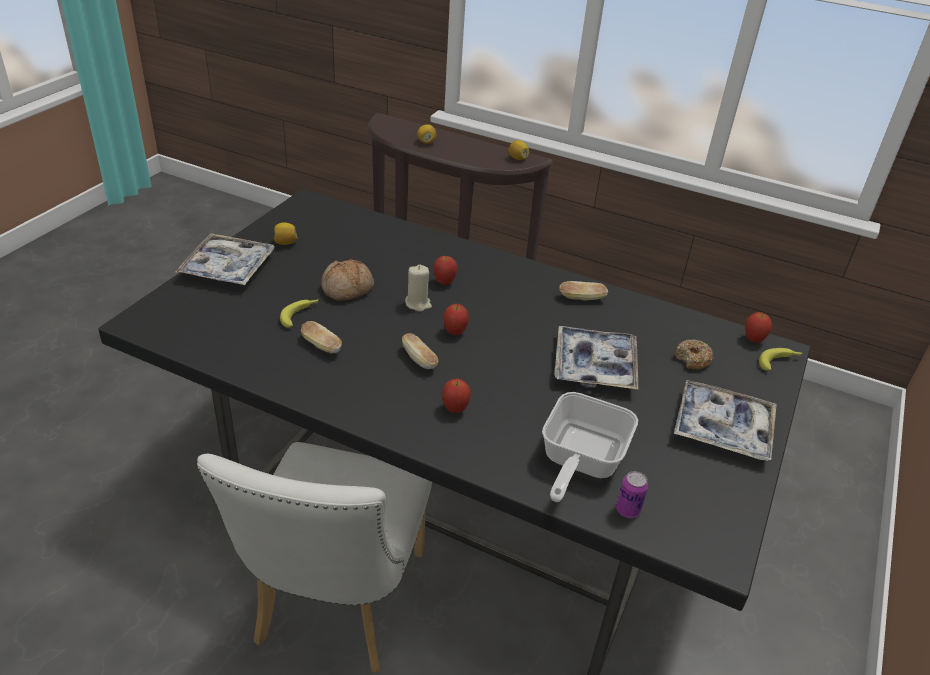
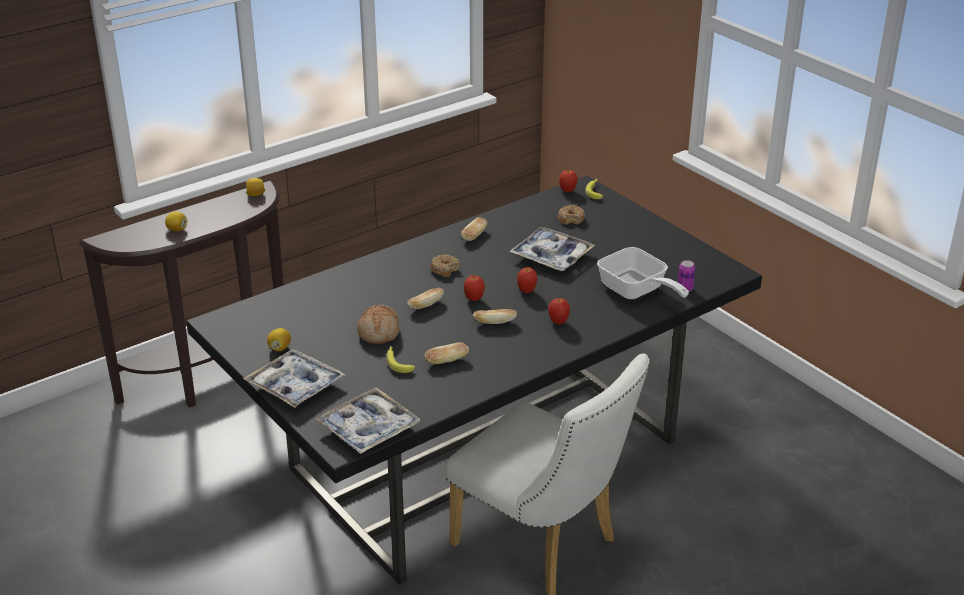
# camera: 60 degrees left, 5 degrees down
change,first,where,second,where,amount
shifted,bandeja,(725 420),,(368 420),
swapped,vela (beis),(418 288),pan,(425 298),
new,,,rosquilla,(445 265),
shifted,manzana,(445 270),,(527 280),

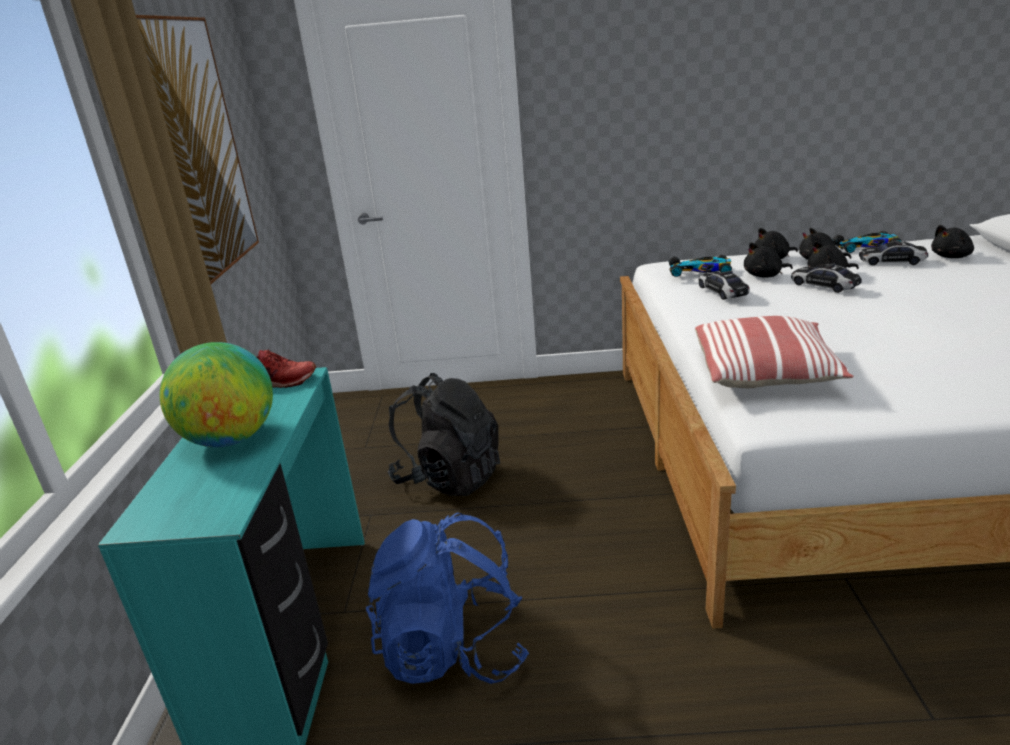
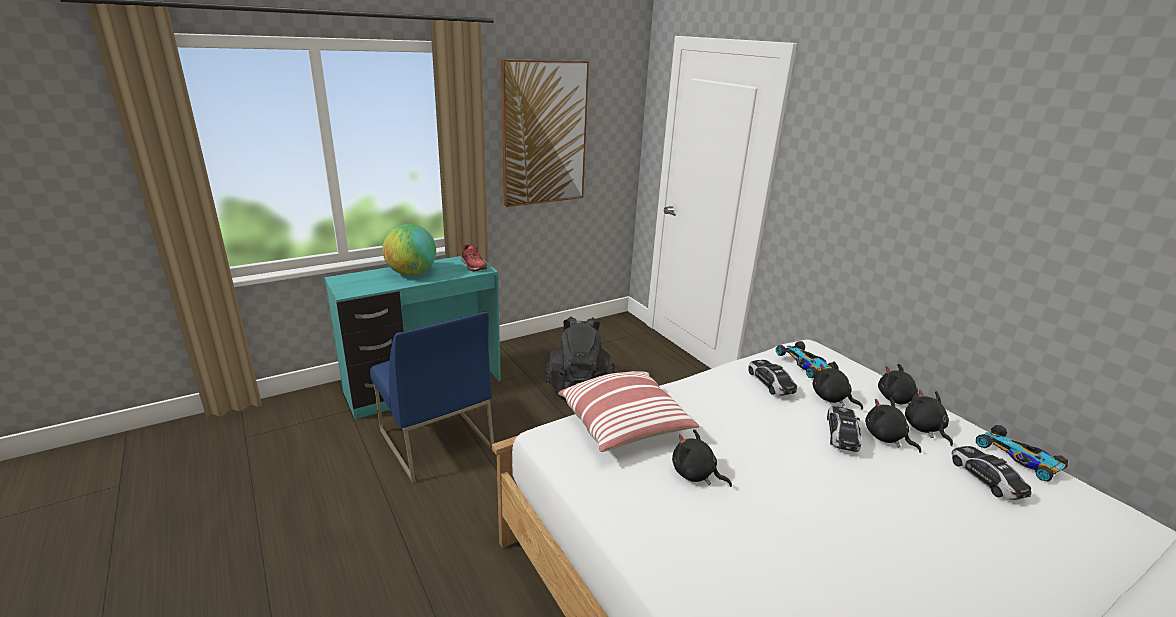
# camera: 55 degrees right, 0 degrees up
change,first,where,second,where,amount
swapped,mochila (azul),(447 598),silla (azul),(432 397),
shifted,peluche (negro),(952 241),,(702 458),
rotated,coche de juguete,(724 285),,(772 378),60 degrees counterclockwise

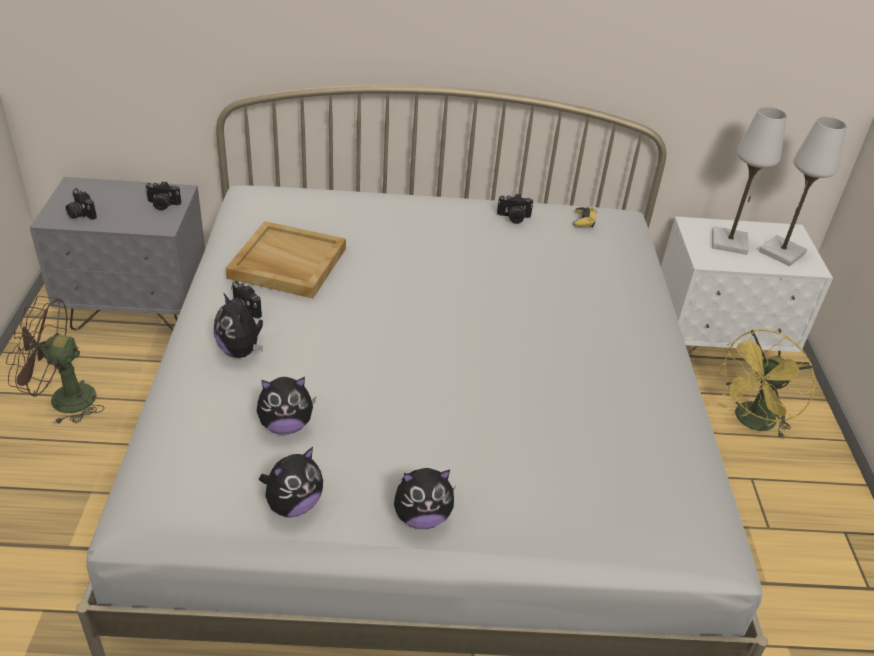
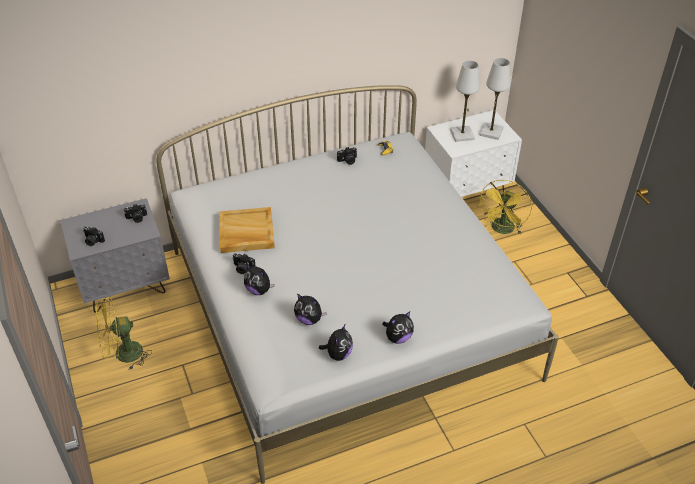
# camera: 20 degrees left, 5 degrees up
change,first,where,second,where,amount
repainted,ventilador (marrón),(55 360),ventilador (amarillo),(124 334),
rotated,peluche,(286 406),,(310 309),60 degrees clockwise

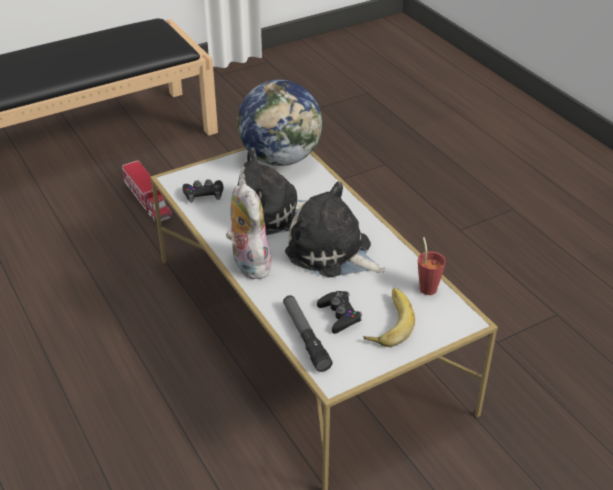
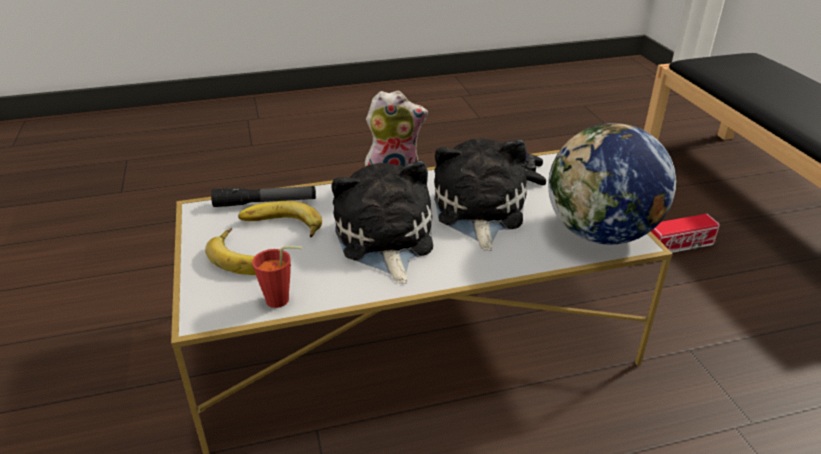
# camera: 105 degrees right, 5 degrees down
change,first,where,second,where,amount
swapped,mando de consola (negro),(339 312),plátano,(280 219),
rotated,peluche,(335 230),,(382 222),60 degrees counterclockwise

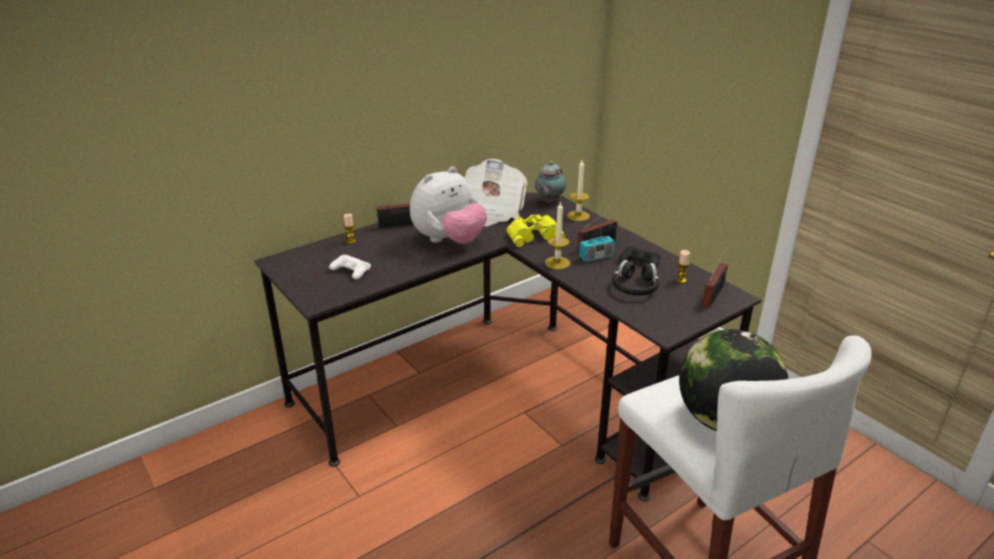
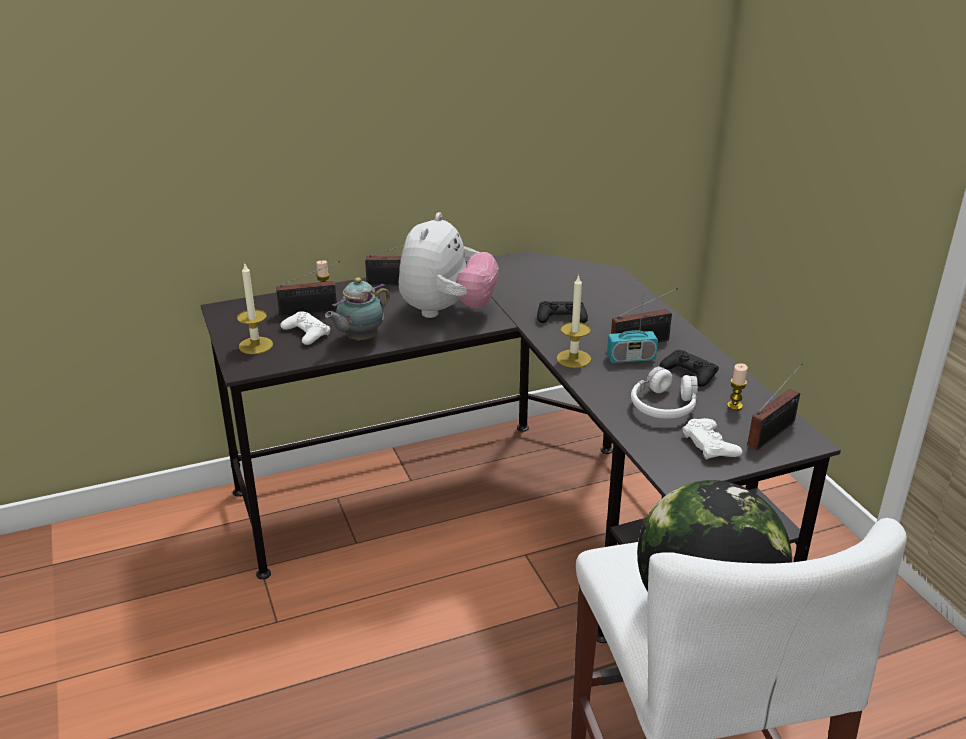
# camera: 15 degrees right, 0 degrees up
change,first,where,second,where,amount
shifted,vela,(578 190),,(255 308),
new,,,radio,(308 289),
shifted,tetera,(550 182),,(357 309),
rotated,peluche,(448 205),,(449 265),45 degrees counterclockwise
swapped,prismáticos (amarillo),(536 231),mando de consola (negro),(562 312),
repainted,auriculares (negro),(635 278),auriculares (blanco),(664 392),
new,,,mando de consola (blanco),(712 439),
gone,periódico,(496 192),,,

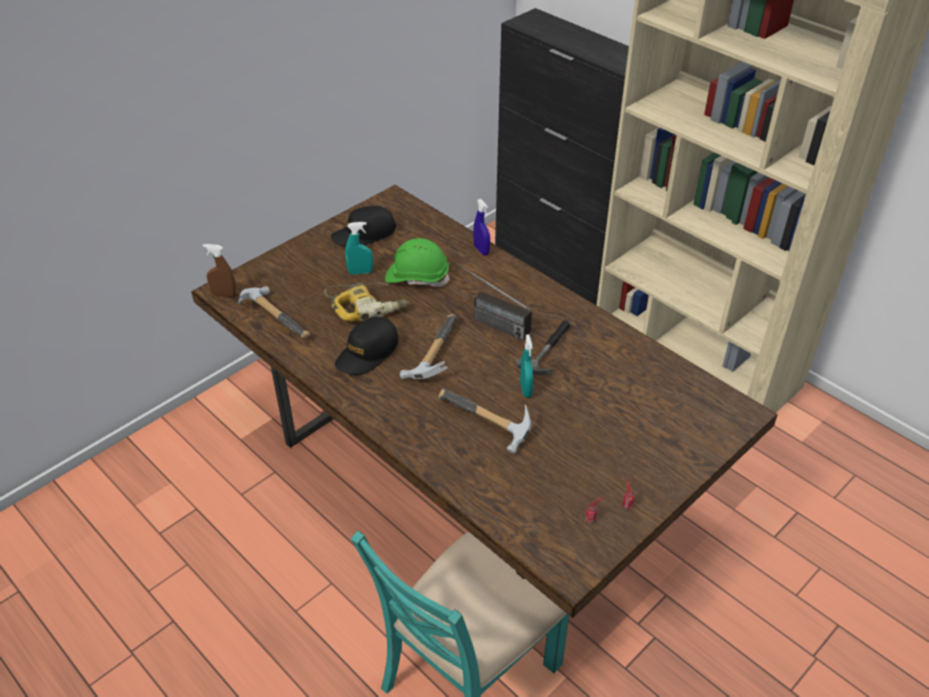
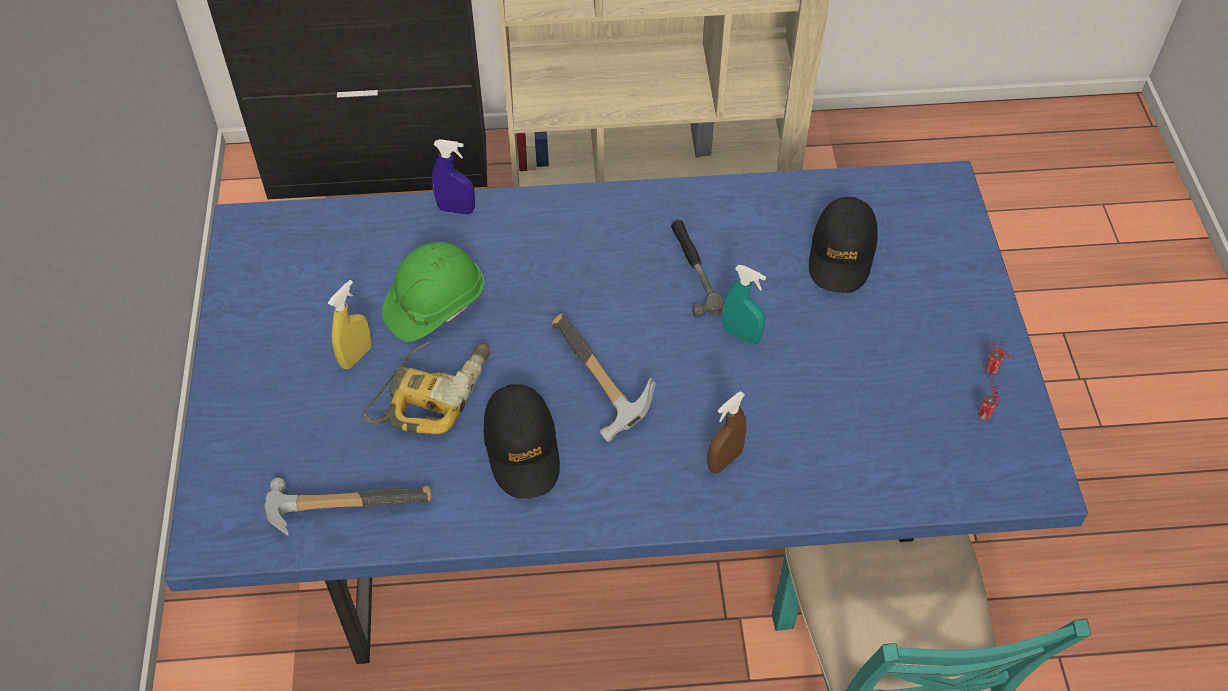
# camera: 50 degrees left, 10 degrees up
change,first,where,second,where,amount
repainted,mesa de comedor (marrón),(484 401),mesa de comedor (azul),(626 412),
repainted,pulverizador (turquesa),(359 248),pulverizador (amarillo),(349 324),
shifted,pulverizador (marrón),(219 270),,(727 432),
shifted,gorra (negro),(363 226),,(843 245),
gone,martillo,(485 421),,,
gone,radio,(493 301),,,

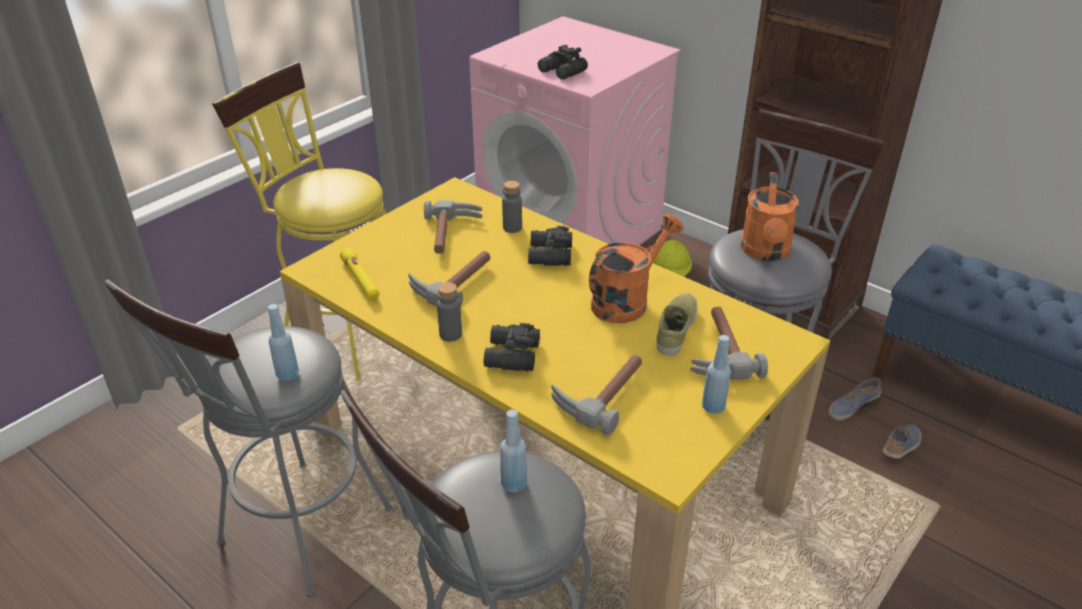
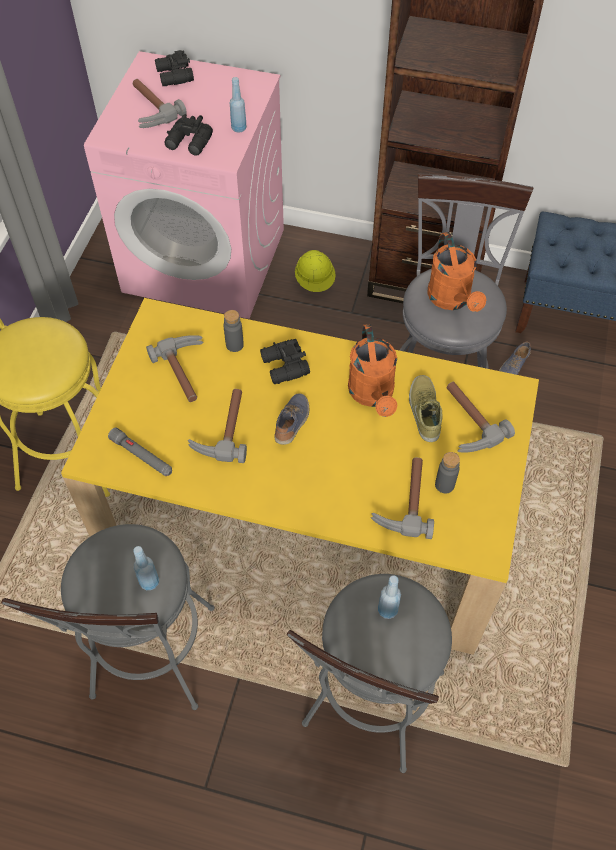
# camera: 25 degrees left, 20 degrees up
change,first,where,second,where,amount
repainted,linterna (amarillo),(359 274),linterna (gris),(140 451),
new,,,martillo,(160 103),
shifted,prismáticos (negro),(512 347),,(174 68),
shifted,botella (azul),(716 374),,(238 105),
shifted,zapato,(902 441),,(291 419),
rotated,regadera (naranja),(636 268),,(372 370),150 degrees clockwise
shifted,botella (gris),(449 312),,(447 472),

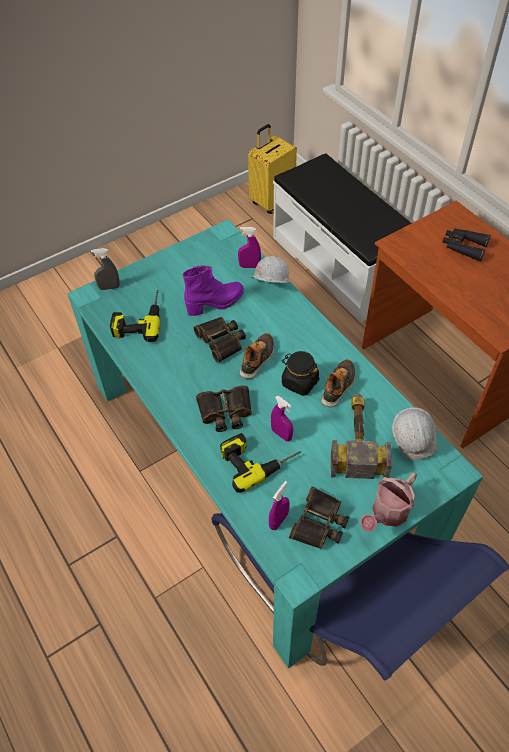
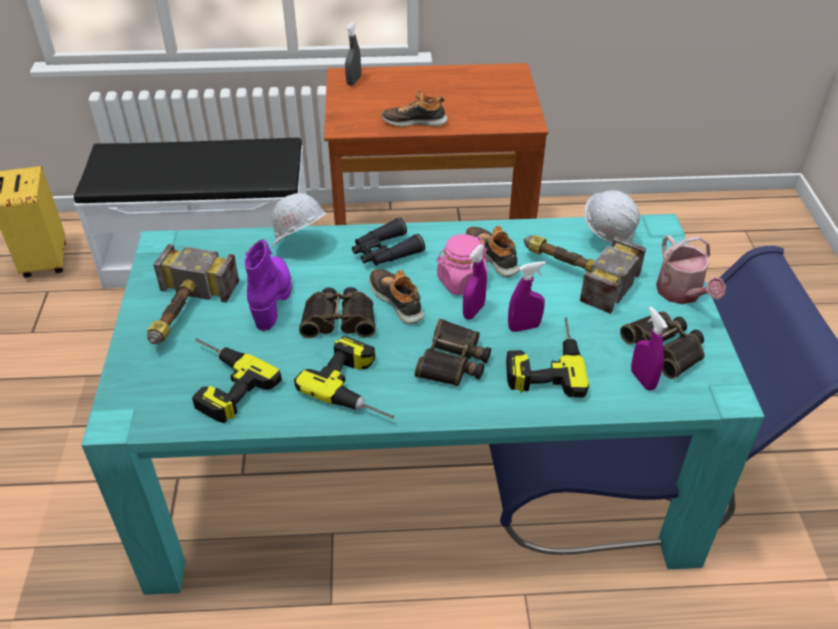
# camera: 60 degrees left, 10 degrees down
change,first,where,second,where,amount
new,,,martillo,(193 294),
new,,,taladro,(344 377),
shifted,pulverizador (gris),(105 269),,(353 54),
shifted,prismáticos (negro),(466 245),,(388 241),
new,,,zapato,(414 108),
repainted,tarro (negro),(301 373),tarro (rosa),(462 264),
shifted,pulverizador (morado),(249 247),,(475 282),

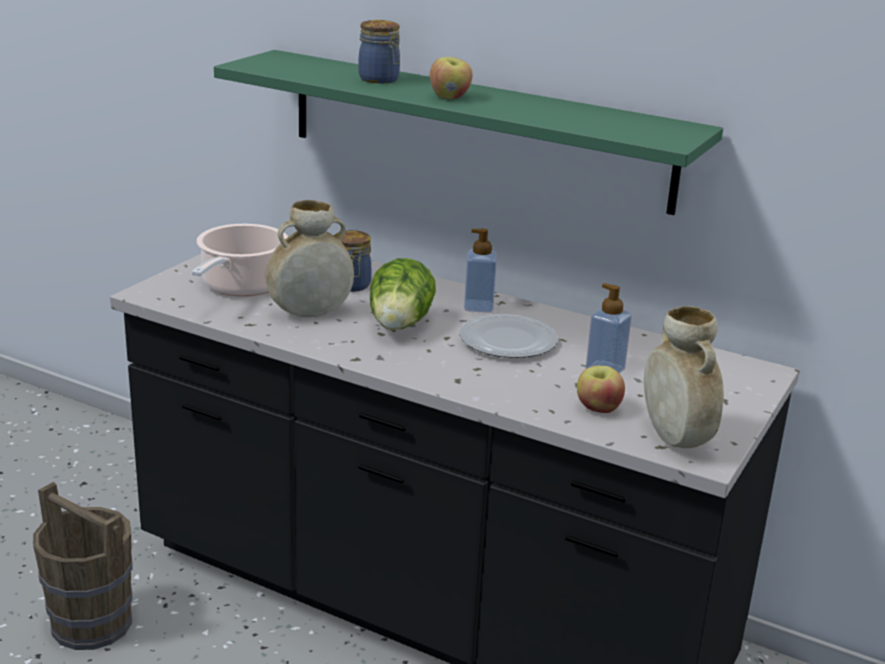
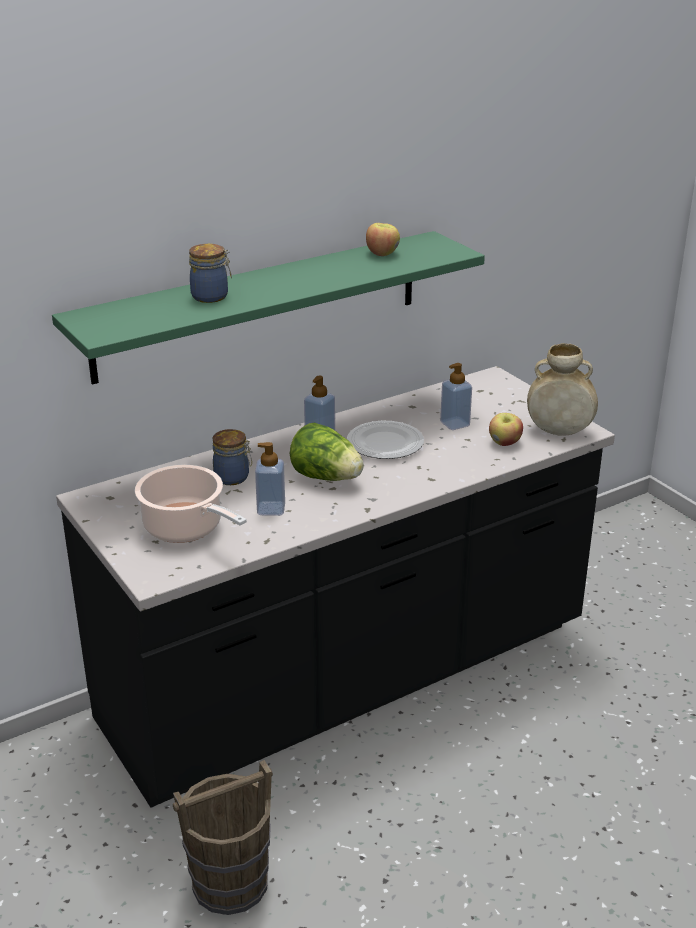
# camera: 60 degrees left, 5 degrees up
change,first,where,second,where,amount
swapped,florero (beis),(310 258),dispensador de jabón,(270 479),
shifted,manzana,(451 78),,(383 239),

